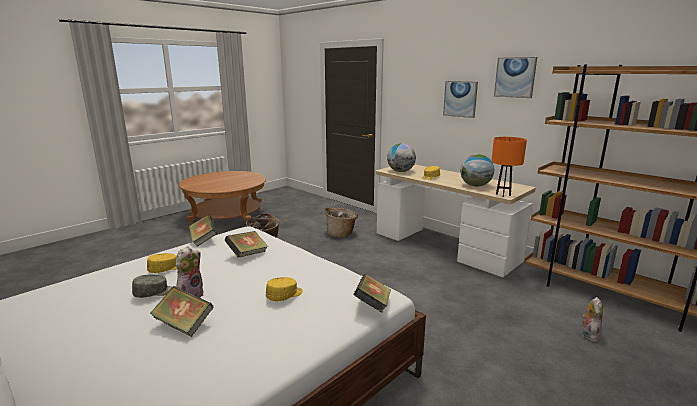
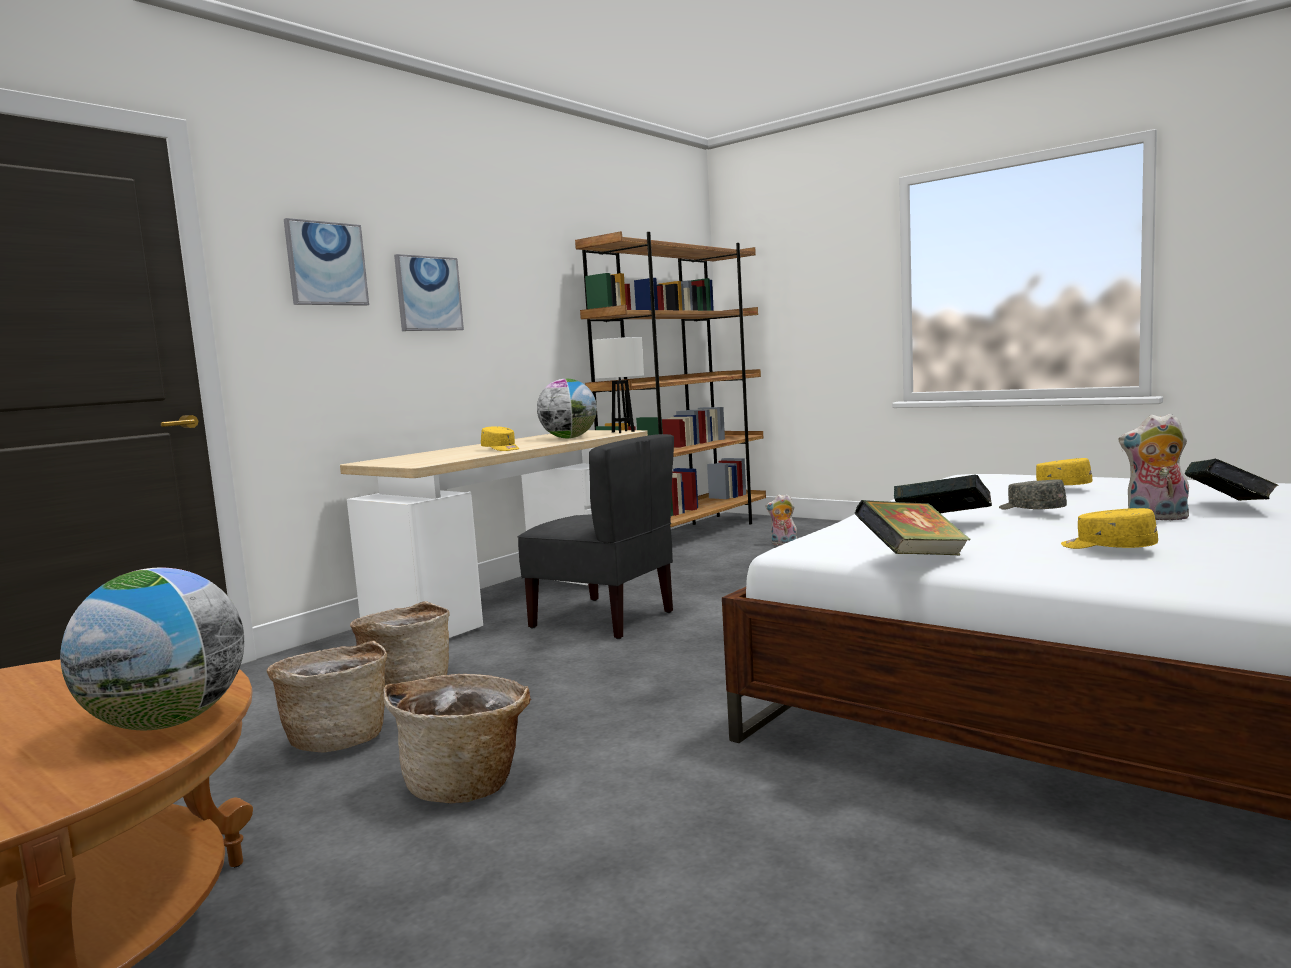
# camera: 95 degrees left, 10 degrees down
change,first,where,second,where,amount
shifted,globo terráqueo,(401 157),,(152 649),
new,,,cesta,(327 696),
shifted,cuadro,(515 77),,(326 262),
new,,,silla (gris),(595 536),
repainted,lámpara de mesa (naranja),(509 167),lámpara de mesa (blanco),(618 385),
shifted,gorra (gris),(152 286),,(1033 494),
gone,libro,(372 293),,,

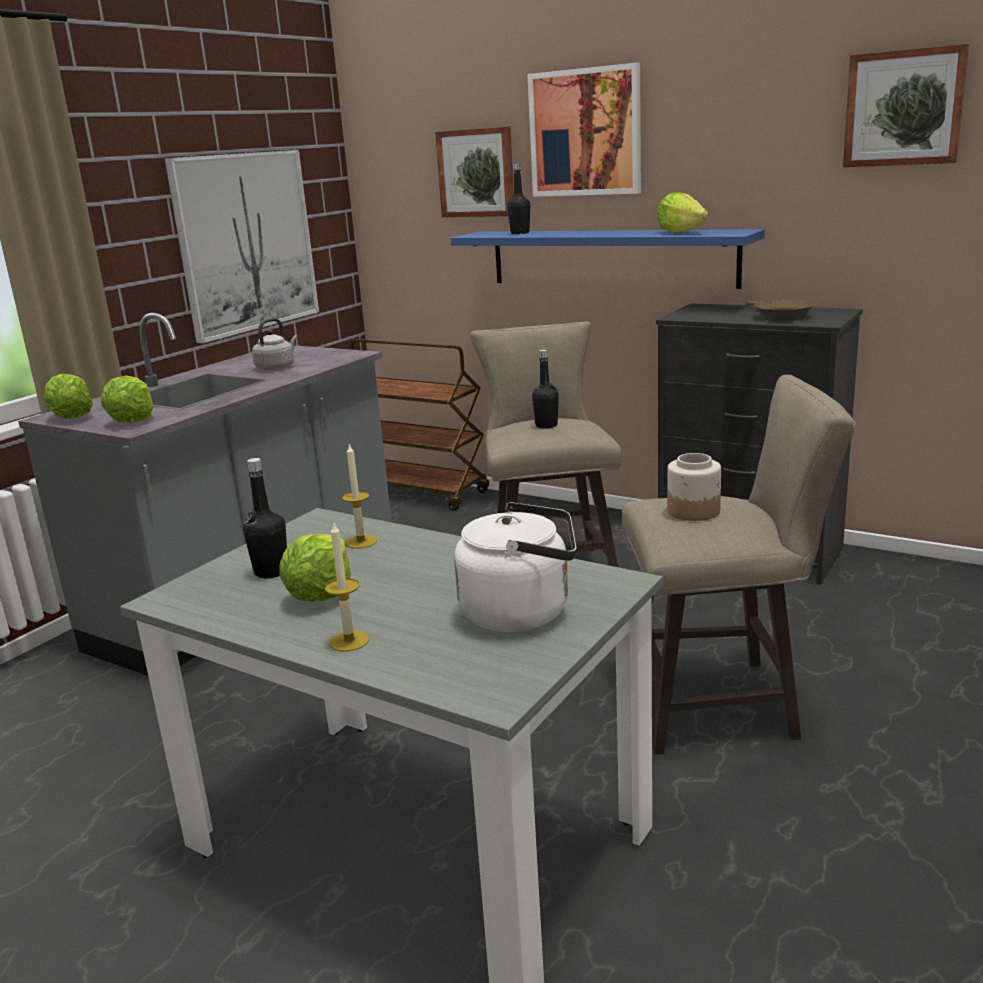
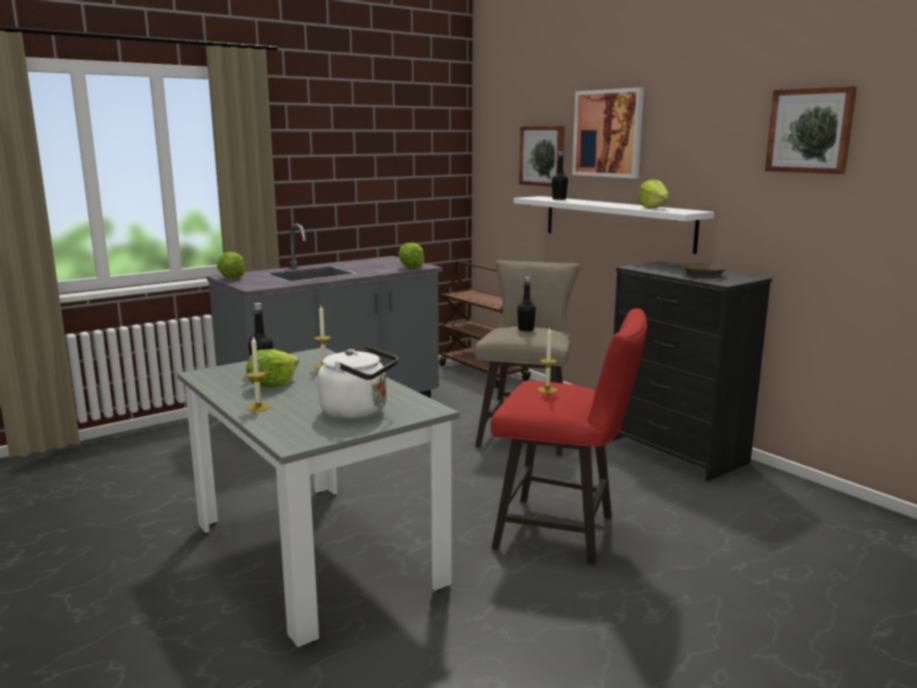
# camera: 20 degrees right, 5 degrees down
change,first,where,second,where,amount
shifted,lechuga,(127 399),,(411 255),
repainted,taburete (beis),(739 565),taburete (rojo),(569 436),
repainted,estante (azul),(608 259),estante (blanco),(614 225),
swapped,tarro,(694 487),vela,(547 360),
gone,cuadro,(242 247),,,
gone,hervidor (gris),(274 344),,,

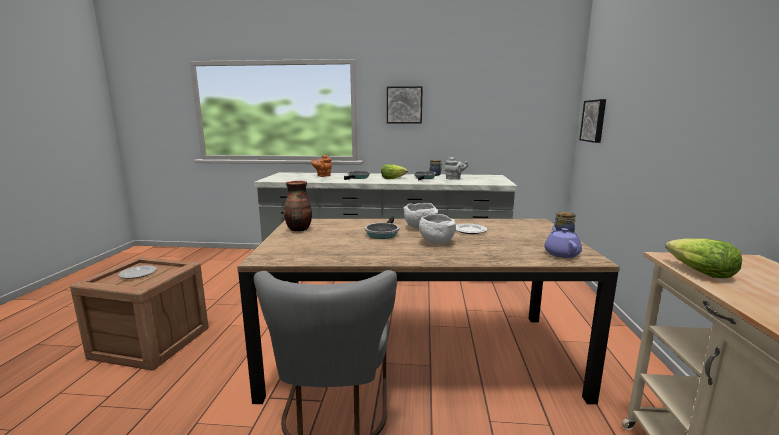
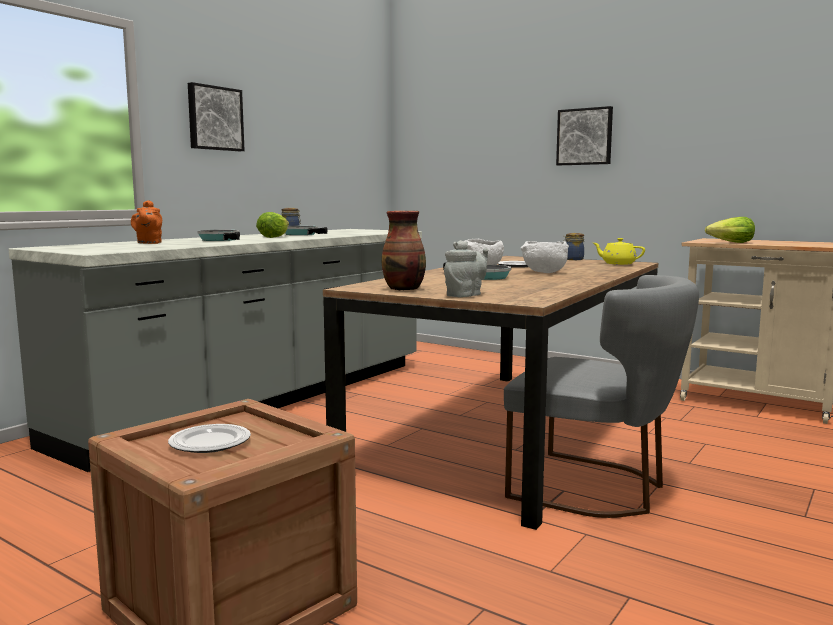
# camera: 60 degrees left, 5 degrees down
change,first,where,second,where,amount
shifted,tetera (gris),(456 168),,(466 268),
shifted,cuadro,(592 121),,(584 135),
repainted,tetera (morado),(563 242),tetera (amarillo),(619 251),

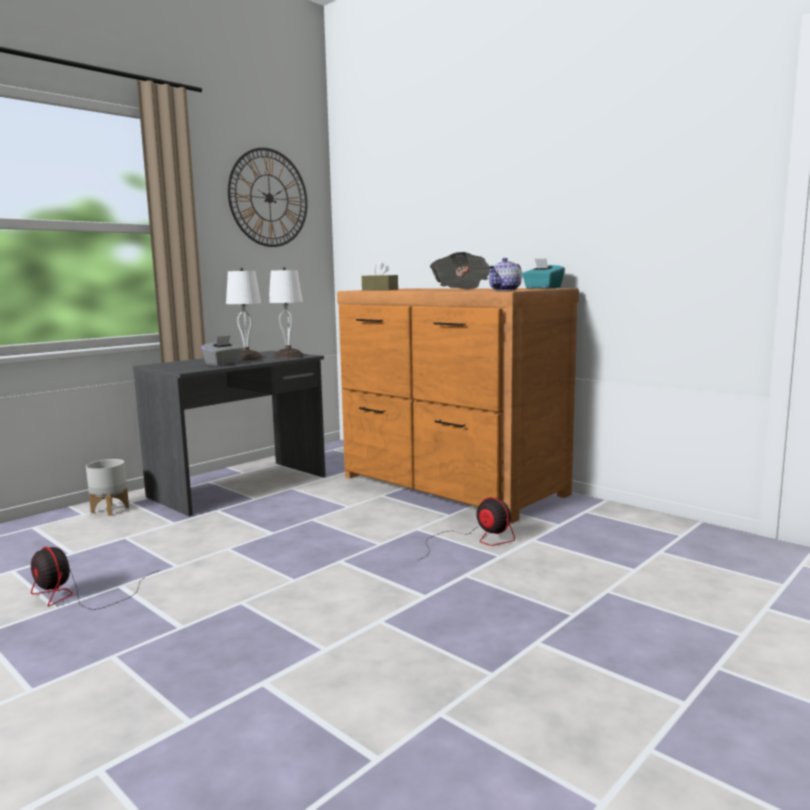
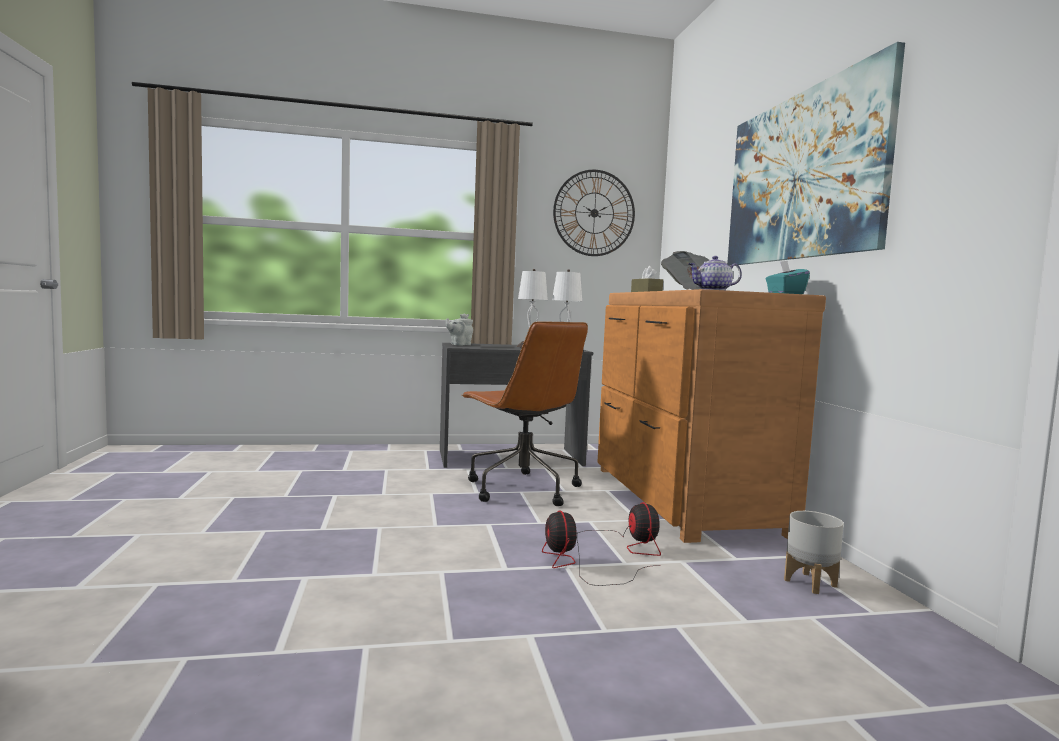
# camera: 35 degrees right, 5 degrees down
change,first,where,second,where,amount
new,,,tetera (gris),(459 329),
new,,,silla de oficina (marrón),(524 413),
shifted,ventilador,(95 578),,(601 548),
new,,,cuadro,(816 154),
shifted,maceta (gris),(107 487),,(814 552),
gone,caja de pañuelos (gris),(222 350),,,

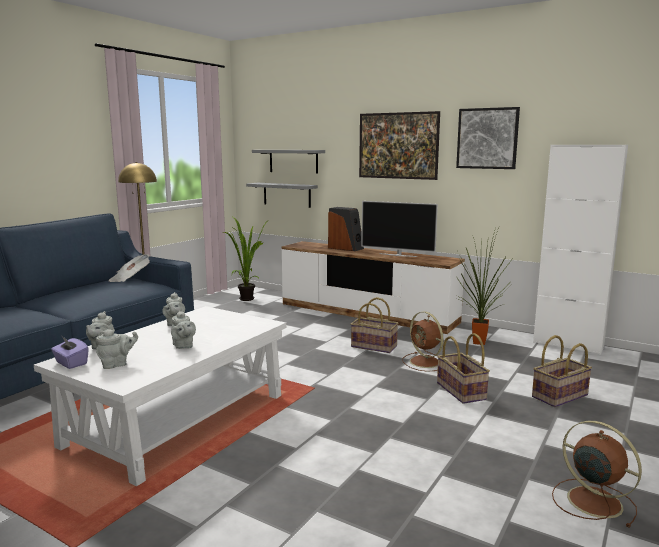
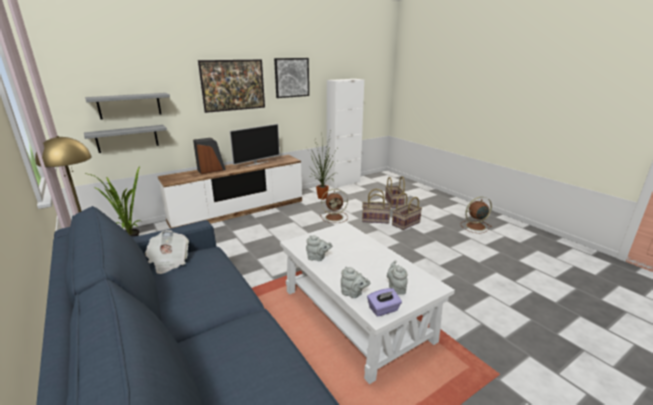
# camera: 65 degrees left, 10 degrees up
change,first,where,second,where,amount
shifted,cesta,(374 325),,(407 211),
gone,tetera (gris),(183 330),,,

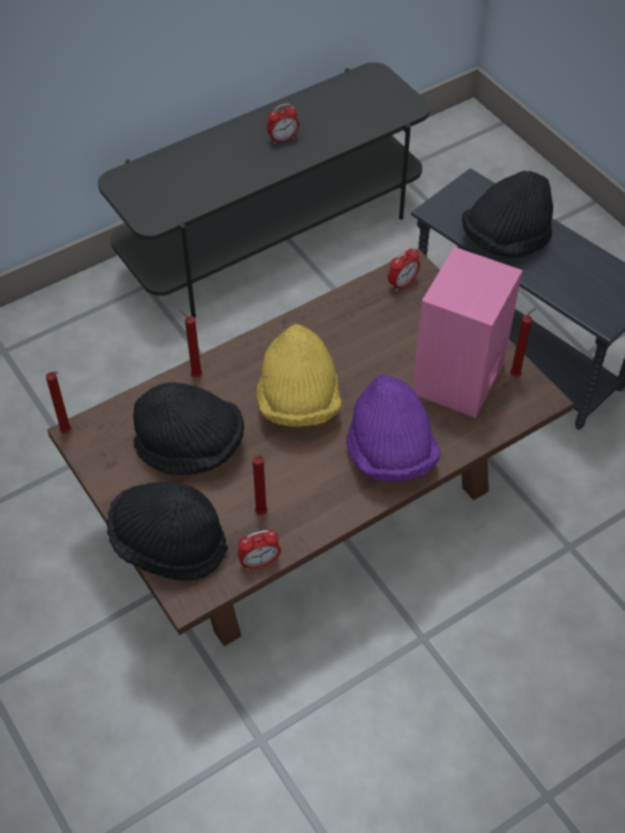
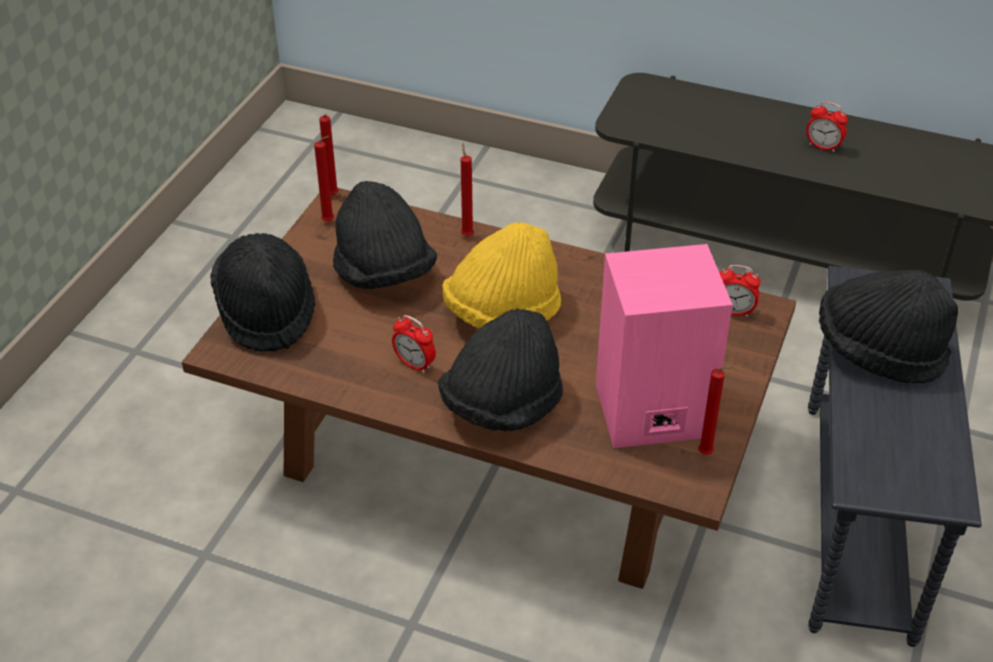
# camera: 55 degrees right, 10 degrees down
change,first,where,second,where,amount
shifted,vela (rojo),(260 480),,(324 179),
shifted,despertador,(259 549),,(414 344),
repainted,sombrero (morado),(393 428),sombrero (negro),(500 369),

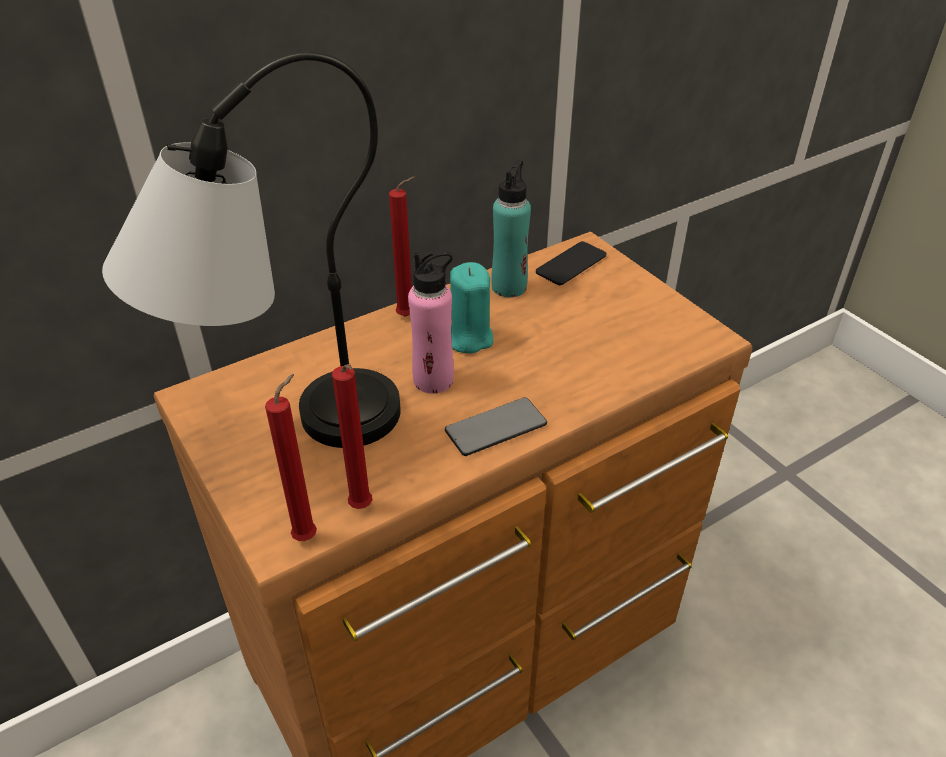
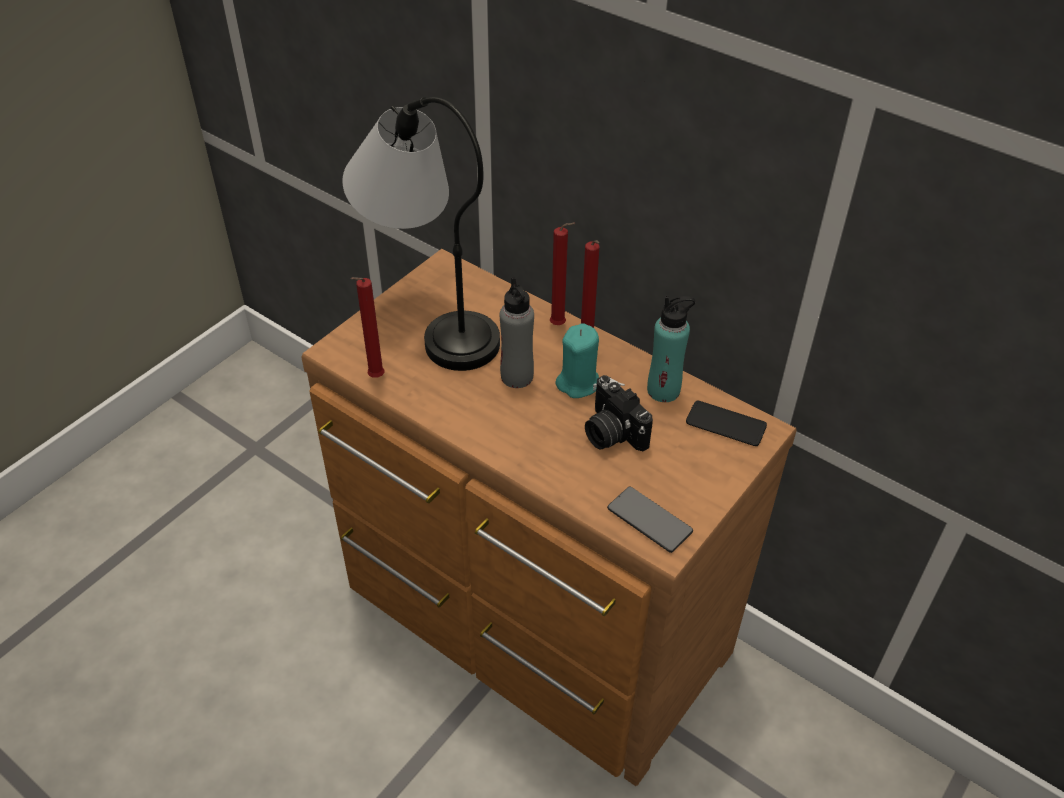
# camera: 70 degrees right, 5 degrees up
change,first,where,second,where,amount
repainted,botella (rosa),(431 322),botella (gris),(517 332),
shifted,vela (rojo),(291 457),,(562 274),
new,,,cámara,(619 413),
shifted,móvil,(496 426),,(650 520),

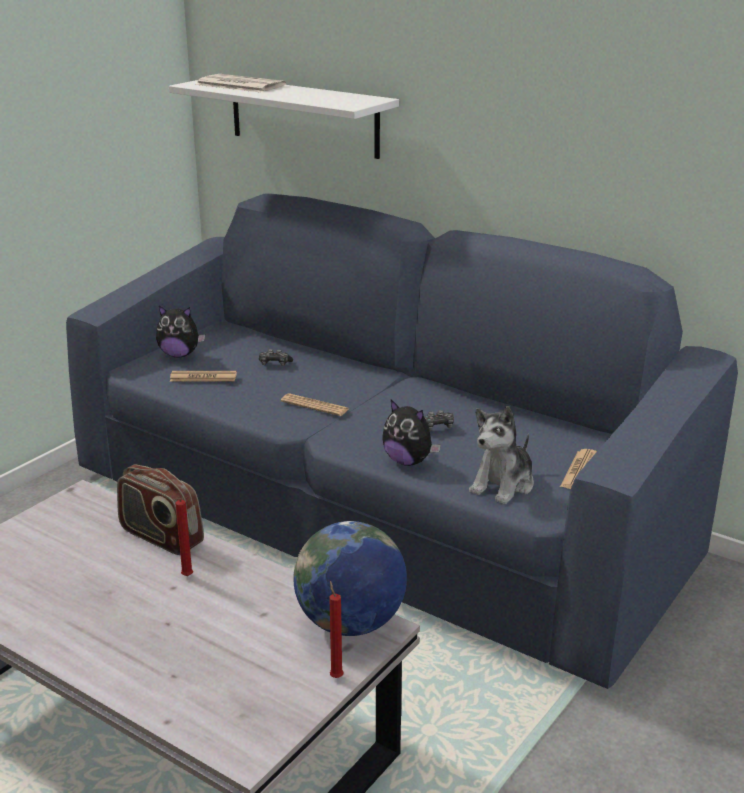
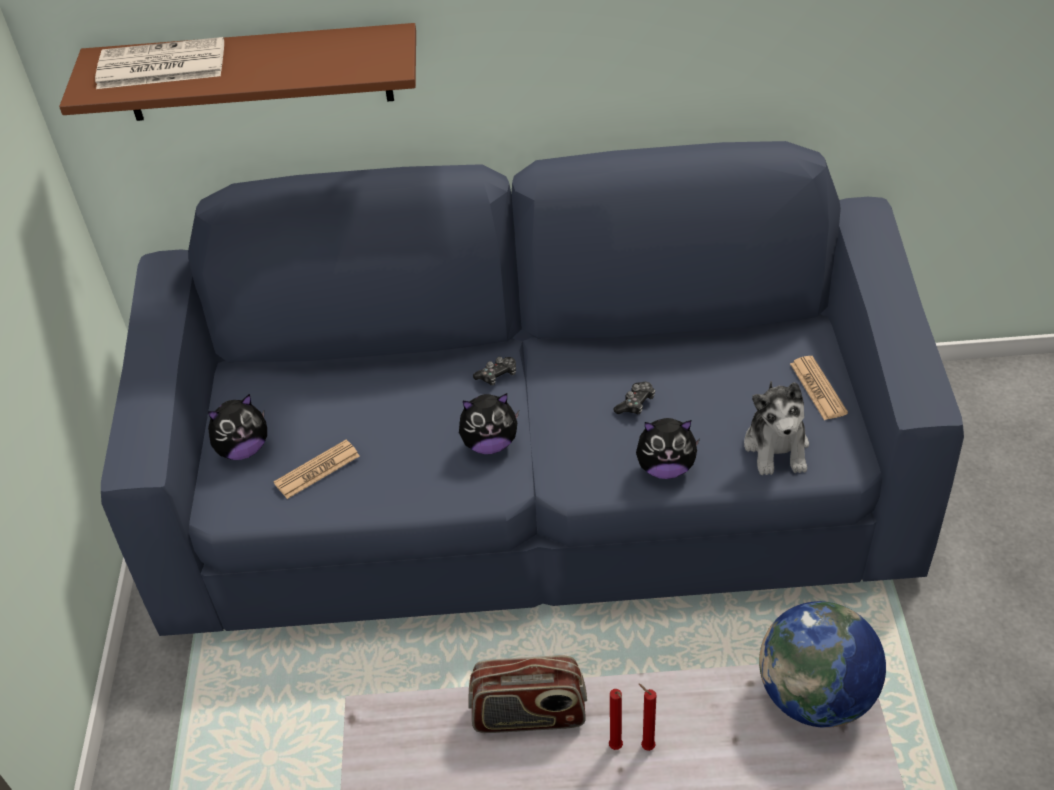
# camera: 35 degrees left, 20 degrees up
change,first,where,second,where,amount
repainted,estante (blanco),(284 119),estante (marrón),(237 72),
swapped,periódico,(315 405),peluche,(489 423),
shifted,mando de consola,(276 357),,(494 371),
shifted,vela (rojo),(336 629),,(647 717),

